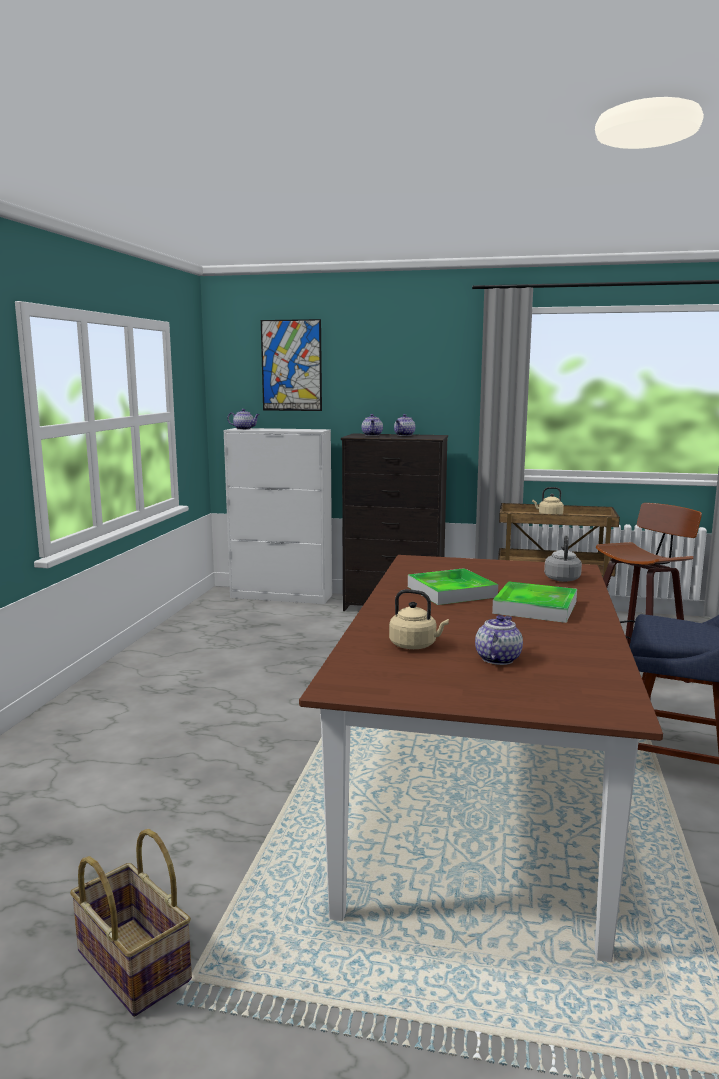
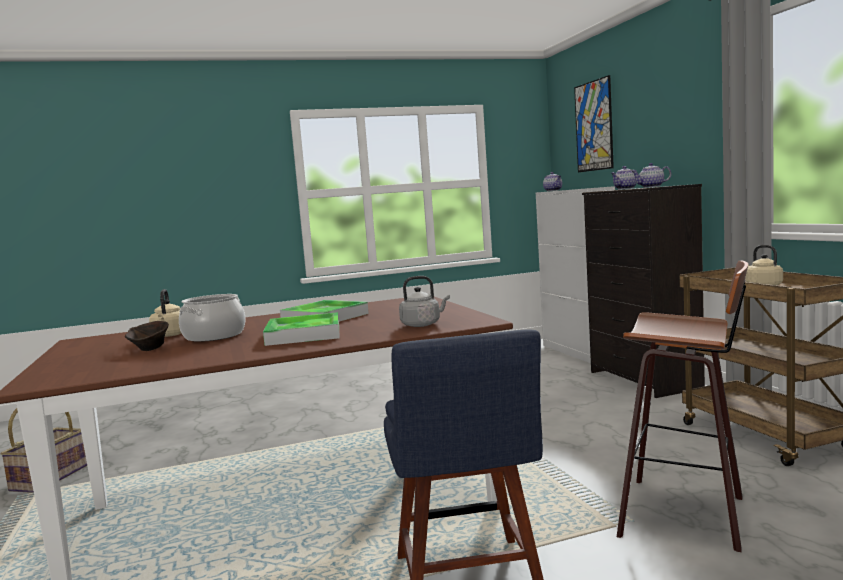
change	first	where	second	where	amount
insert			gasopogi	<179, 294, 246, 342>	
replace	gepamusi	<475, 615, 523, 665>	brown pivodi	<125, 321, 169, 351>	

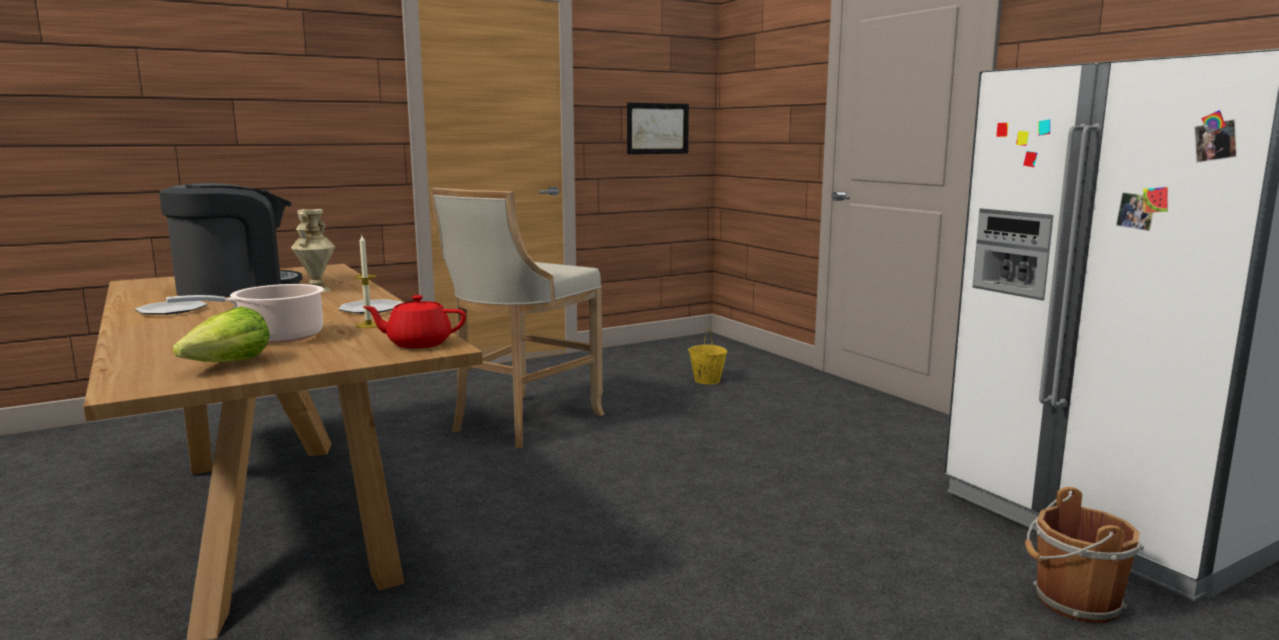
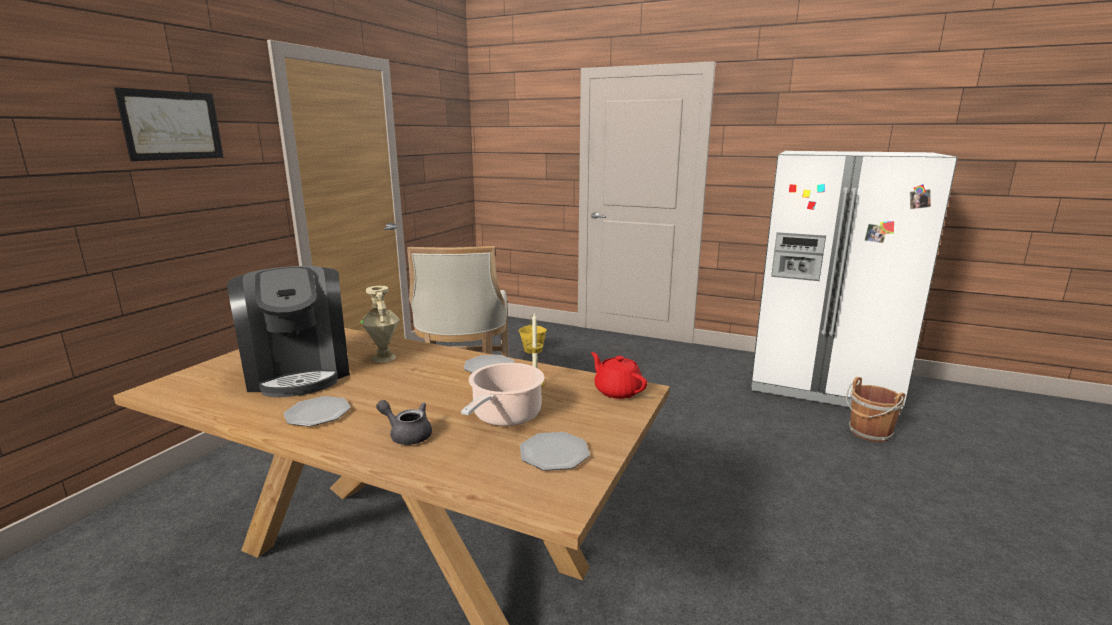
change	first	where	second	where	amount
insert			grey gepamusi	<376, 400, 432, 445>	
move	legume	<627, 103, 689, 154>		<114, 87, 224, 161>	
replace	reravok	<172, 307, 270, 362>	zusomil	<520, 432, 590, 471>	
rotate	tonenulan	<159, 183, 303, 297>		<227, 266, 350, 397>	135 degrees clockwise
rotate	red gepamusi	<363, 295, 466, 348>		<591, 352, 647, 399>	90 degrees clockwise

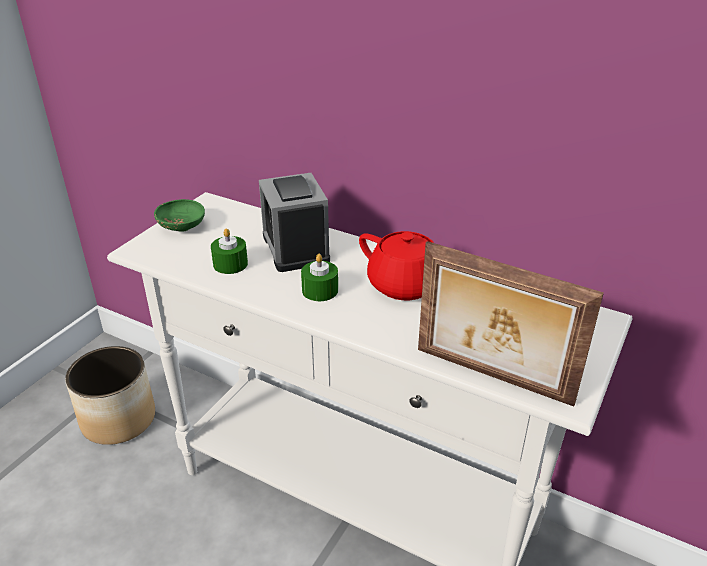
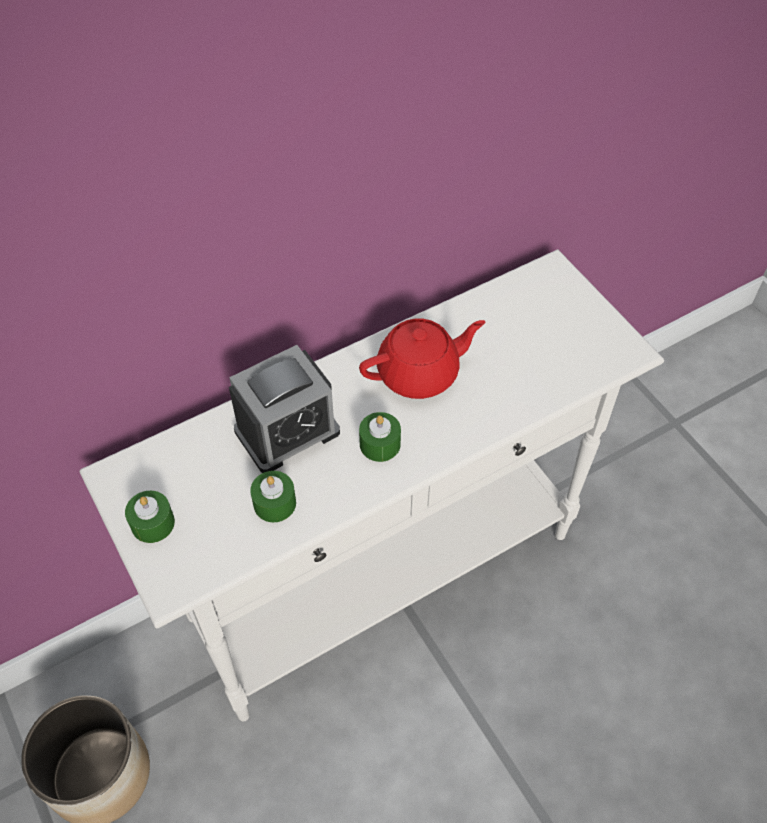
change	first	where	second	where	amount
delete	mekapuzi	<418, 241, 604, 407>			
replace	green pivodi	<154, 199, 205, 232>	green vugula	<125, 491, 175, 543>	
rotate	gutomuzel	<259, 173, 330, 272>		<229, 345, 340, 473>	45 degrees counterclockwise

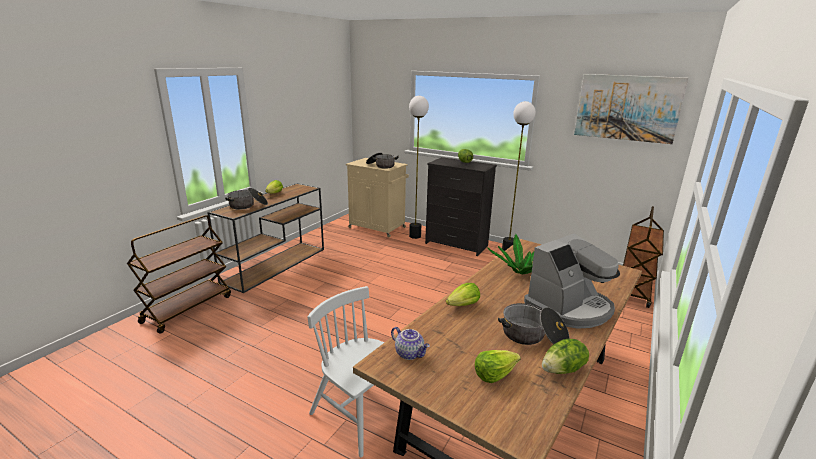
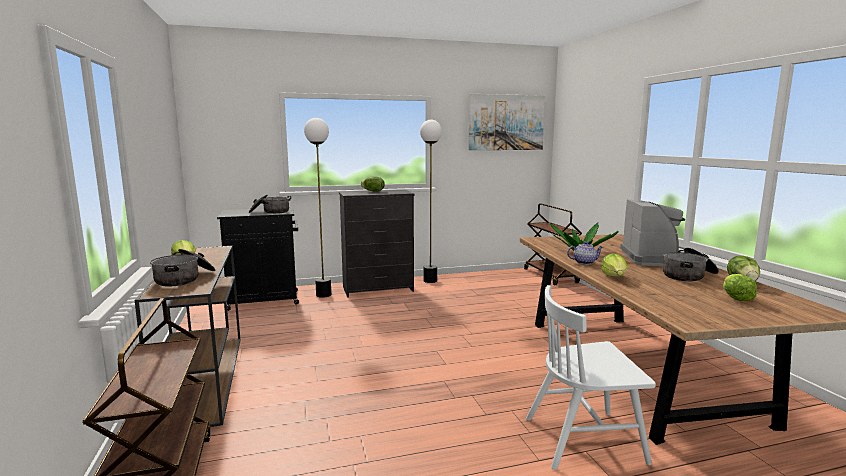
change	first	where	second	where	amount
move	gepamusi	<391, 327, 430, 360>		<567, 241, 603, 265>	
recolor	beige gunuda	<346, 158, 409, 237>	black gunuda	<217, 207, 299, 311>	

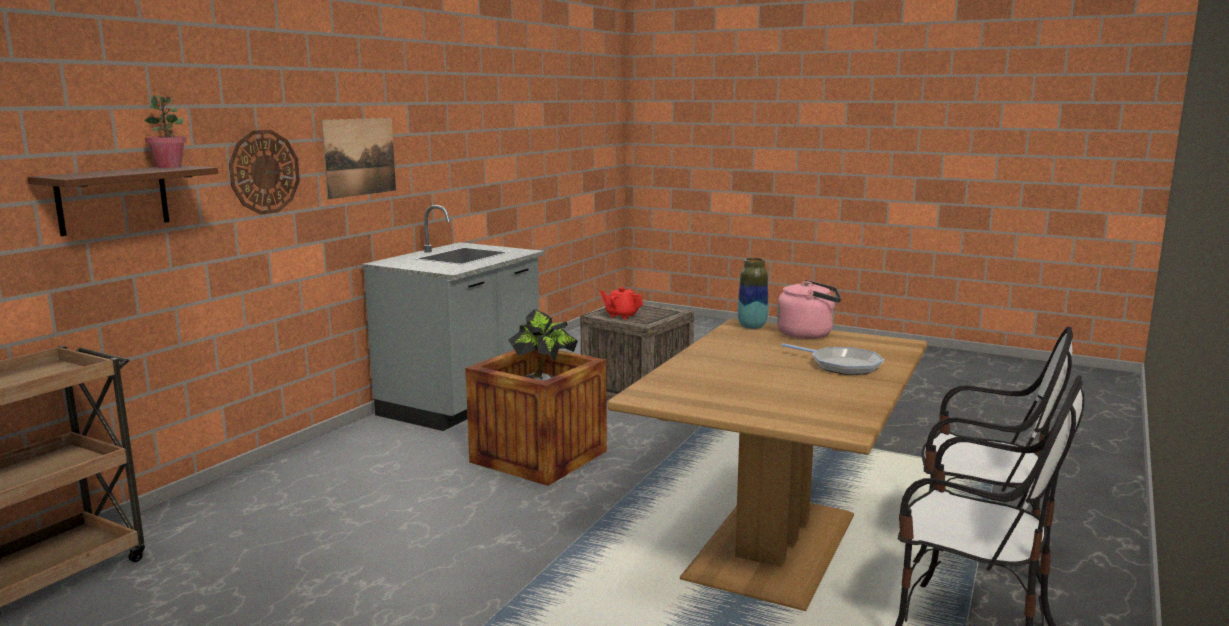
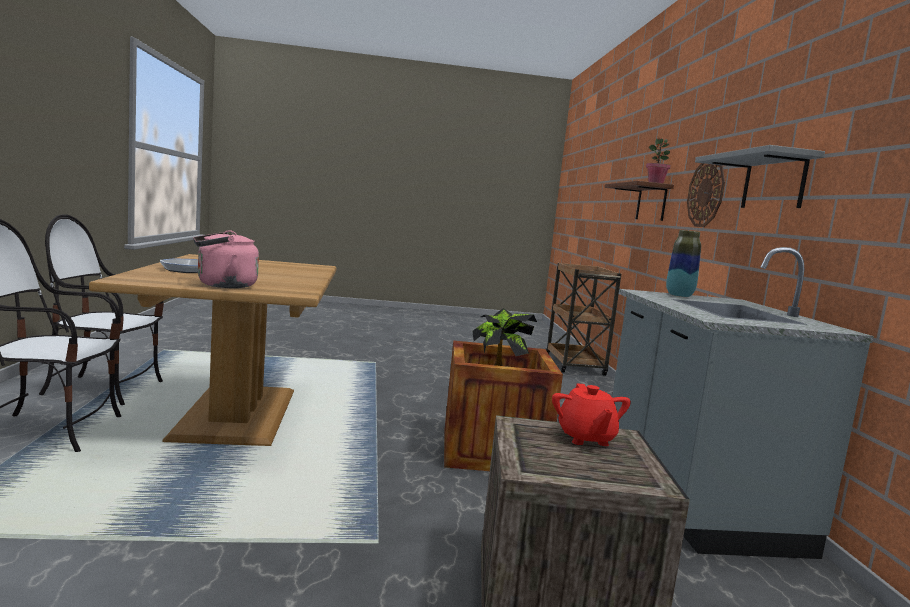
change	first	where	second	where	amount
move	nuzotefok	<737, 258, 768, 329>		<666, 230, 701, 297>	
replace	legume	<321, 118, 396, 199>	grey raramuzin	<695, 145, 825, 208>	
rotate	red gepamusi	<600, 287, 643, 319>		<552, 383, 631, 446>	90 degrees clockwise

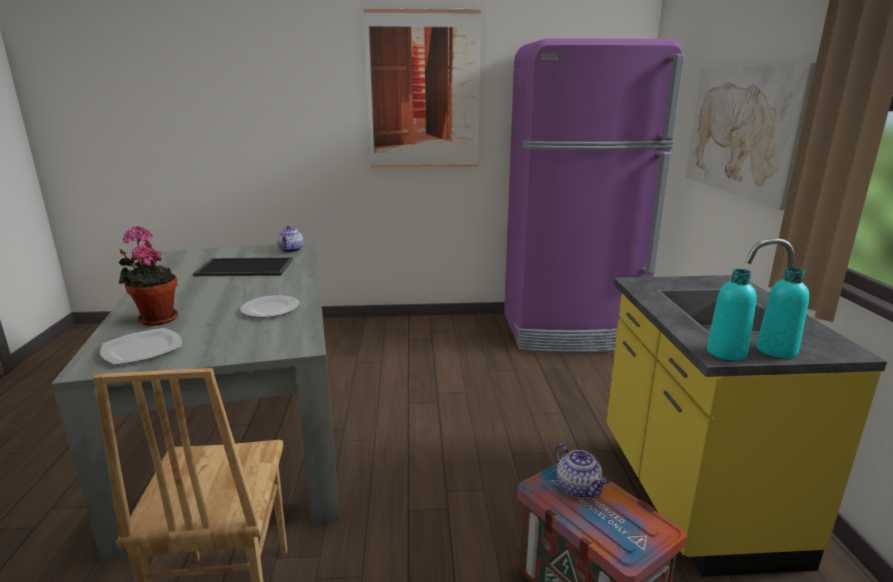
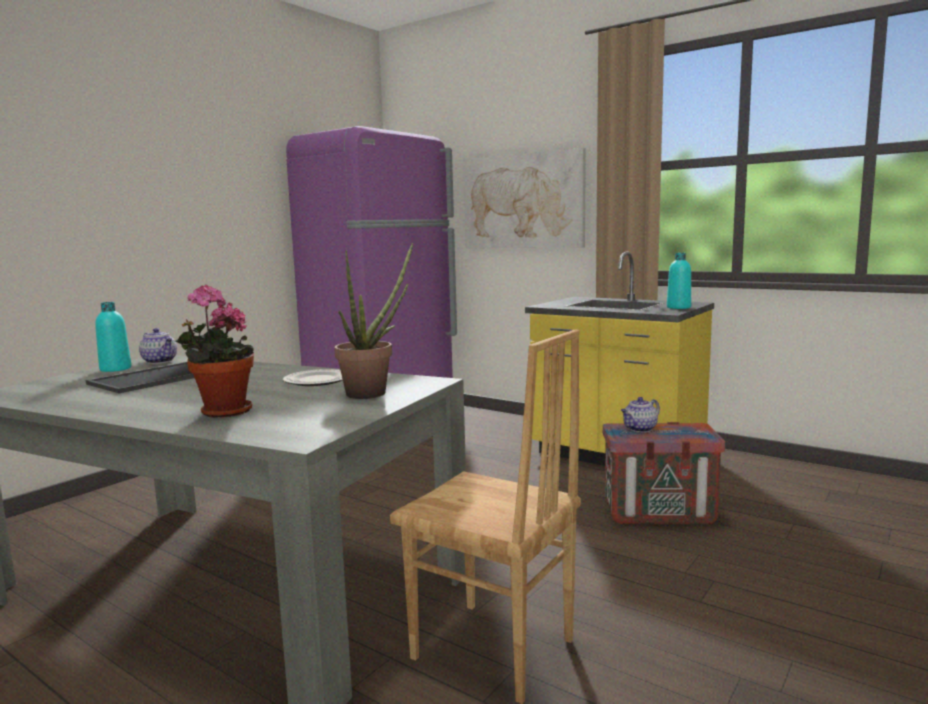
change	first	where	second	where	amount
delete	zusomil	<100, 328, 182, 365>			
delete	legume	<364, 8, 481, 168>			
insert			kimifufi	<334, 243, 413, 399>	
move	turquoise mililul	<707, 269, 757, 361>		<95, 302, 131, 372>	
rotate	gepamusi	<555, 444, 609, 498>		<621, 397, 660, 432>	135 degrees clockwise

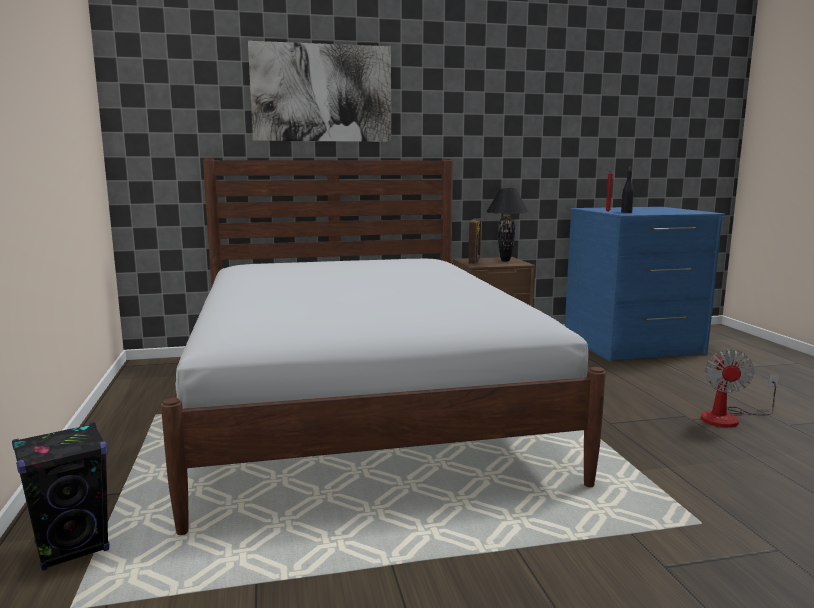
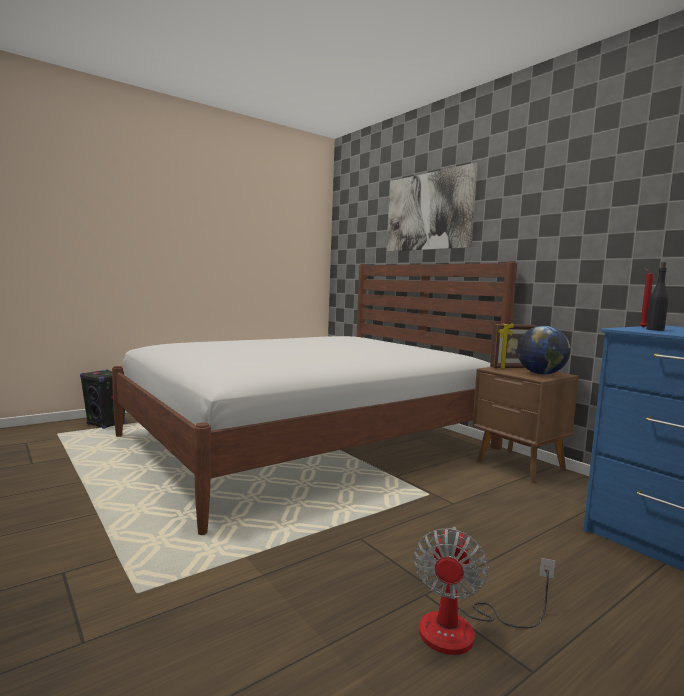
change	first	where	second	where	amount
replace	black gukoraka	<486, 188, 528, 262>	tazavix	<517, 326, 570, 375>	
rotate	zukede	<701, 349, 779, 428>		<413, 527, 555, 655>	60 degrees counterclockwise

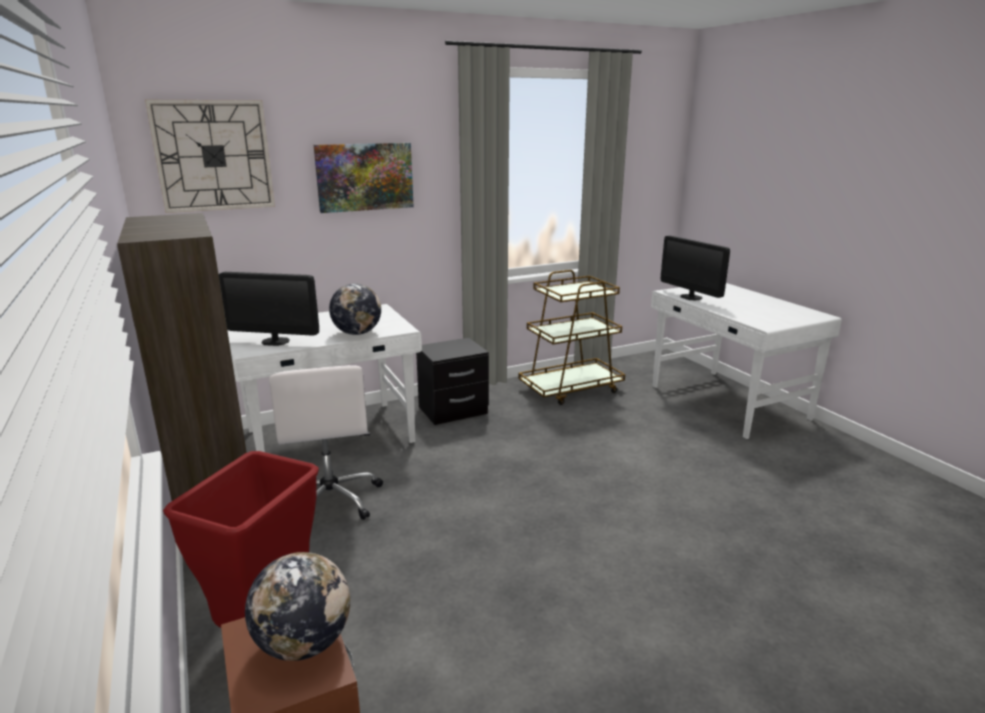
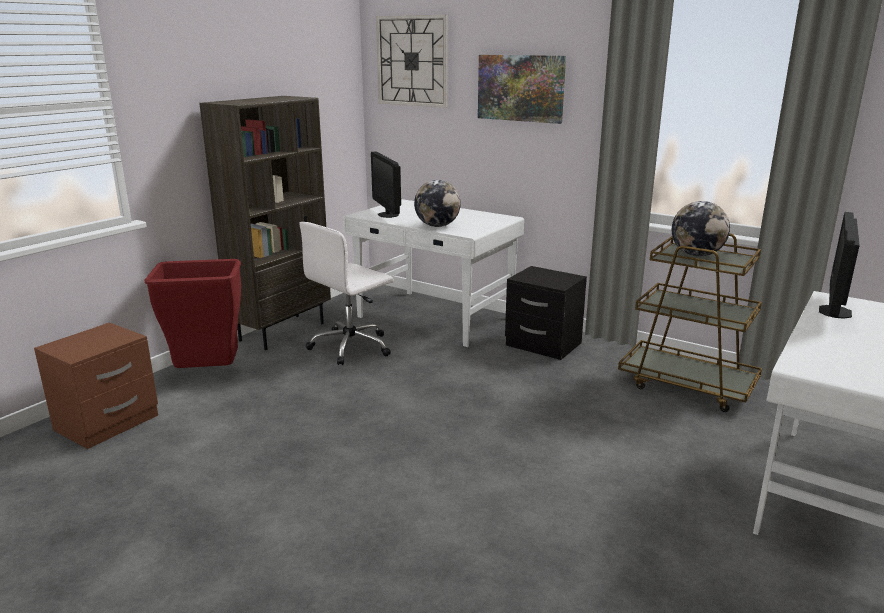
change	first	where	second	where	amount
move	tazavix	<245, 552, 350, 661>		<672, 201, 730, 257>	

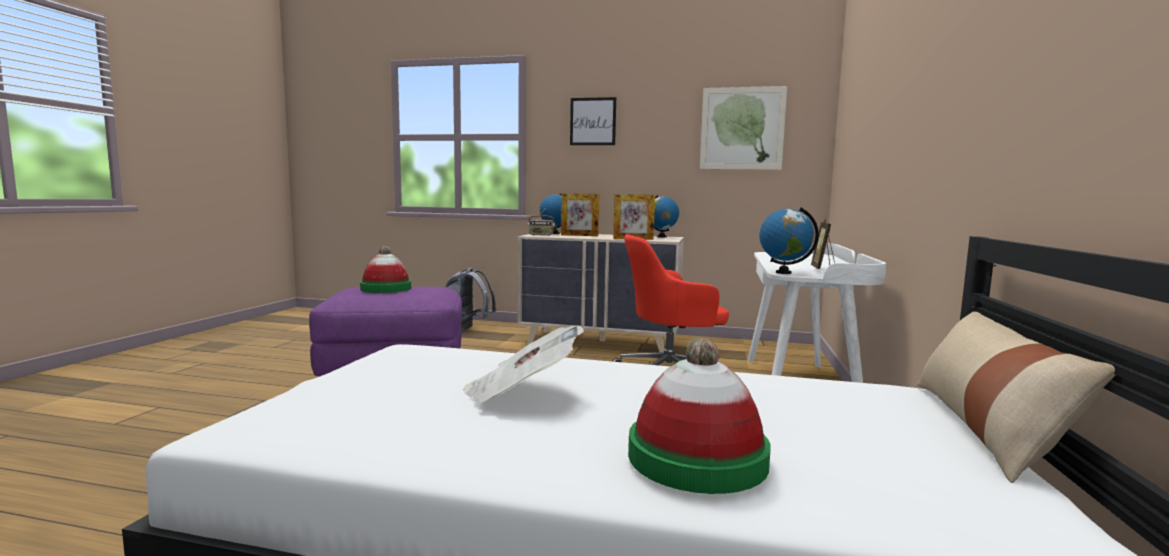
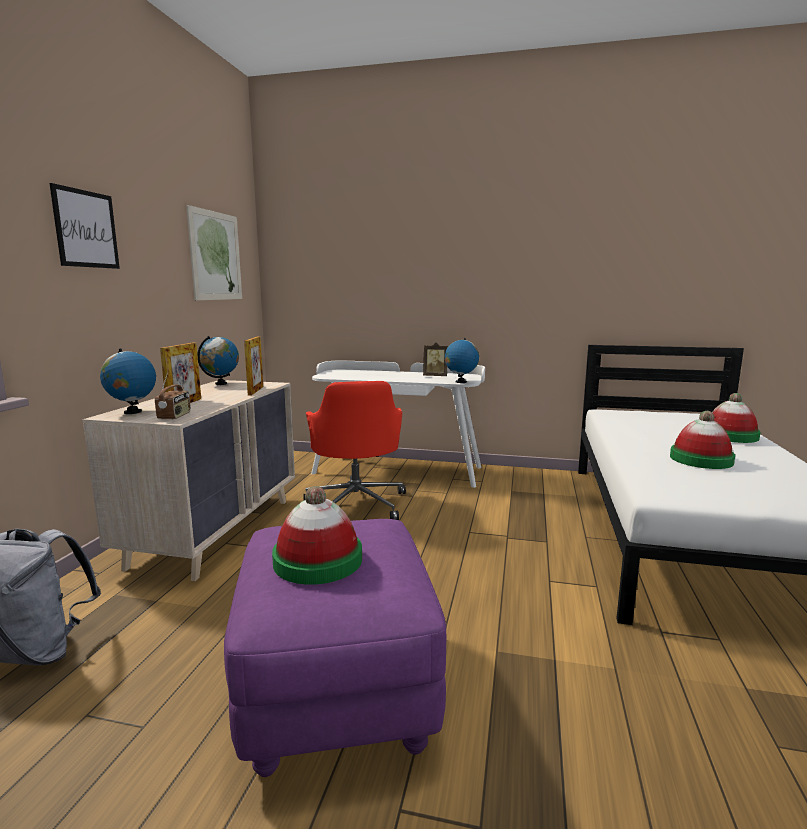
change	first	where	second	where	amount
delete	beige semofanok	<917, 312, 1115, 483>			
replace	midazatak	<463, 325, 584, 404>	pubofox	<670, 411, 735, 469>	

